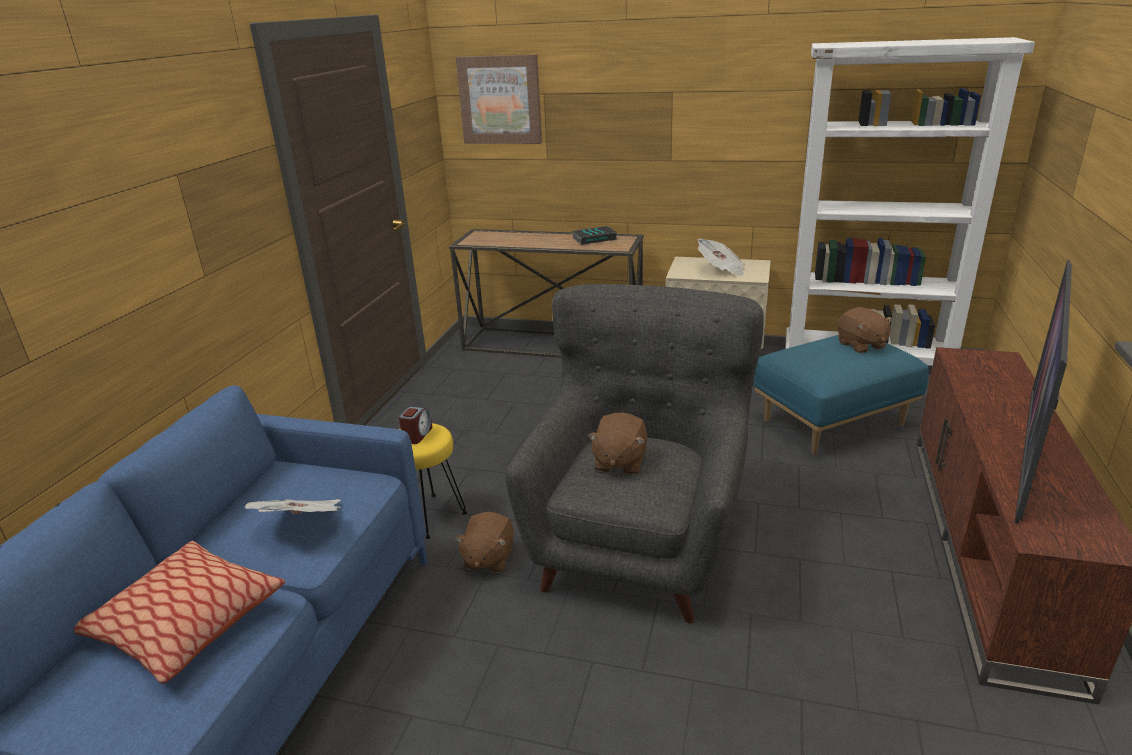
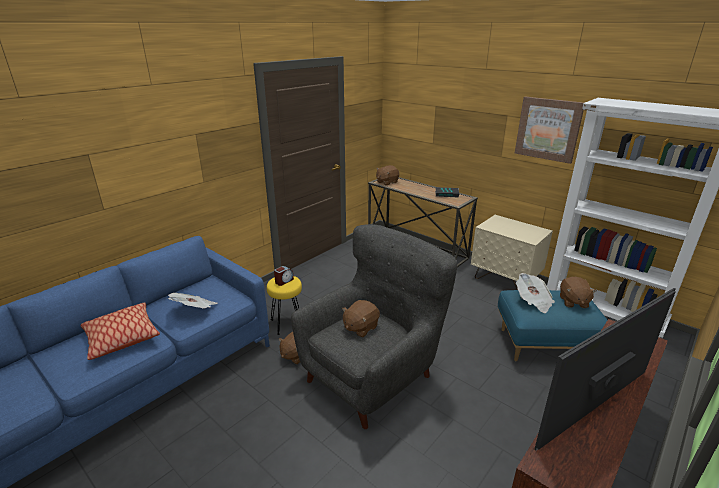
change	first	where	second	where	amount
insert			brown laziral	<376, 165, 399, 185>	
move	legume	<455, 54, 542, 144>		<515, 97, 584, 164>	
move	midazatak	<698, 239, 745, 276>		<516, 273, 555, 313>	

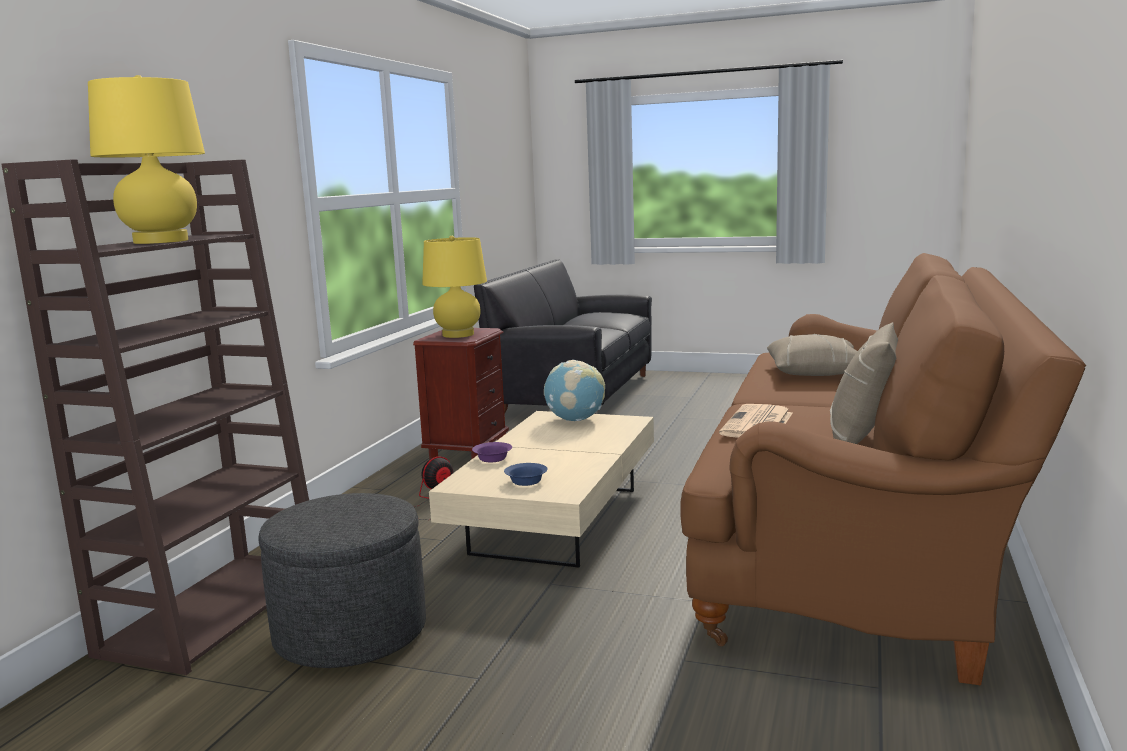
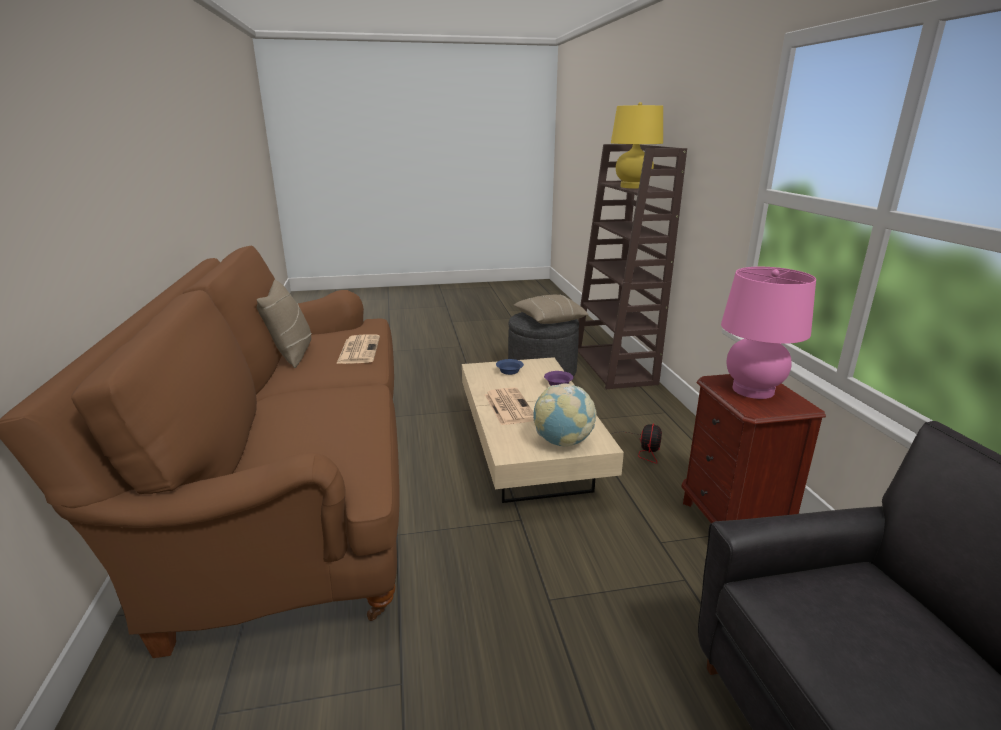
change	first	where	second	where	amount
insert			midazatak	<485, 387, 534, 425>	
move	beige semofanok	<767, 334, 857, 376>		<514, 295, 589, 324>	
recolor	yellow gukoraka	<422, 236, 487, 338>	pink gukoraka	<721, 267, 816, 399>	

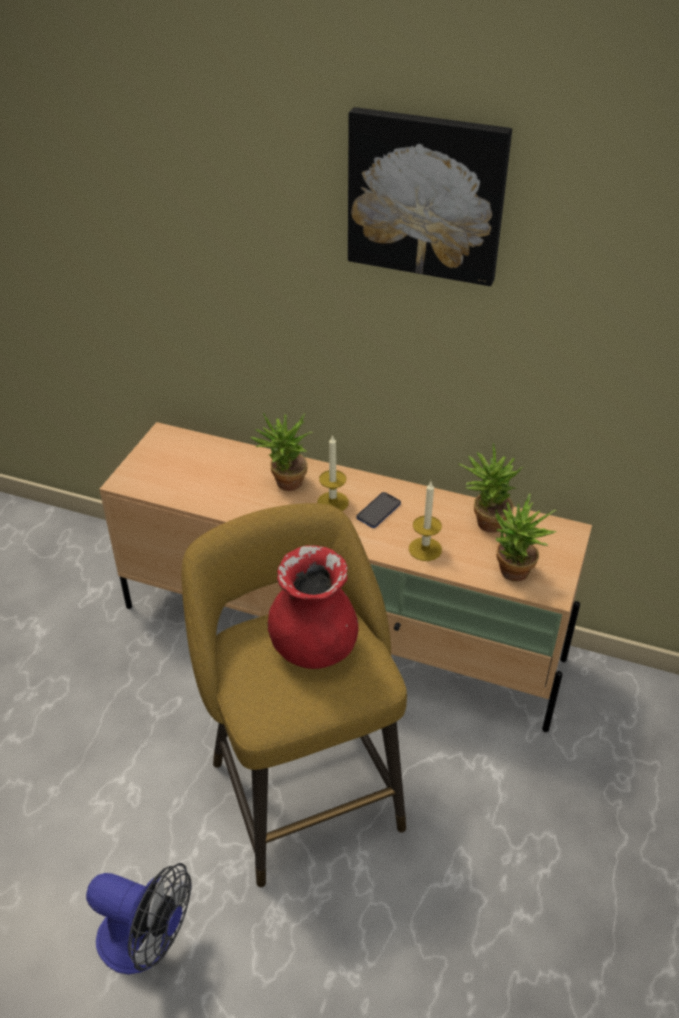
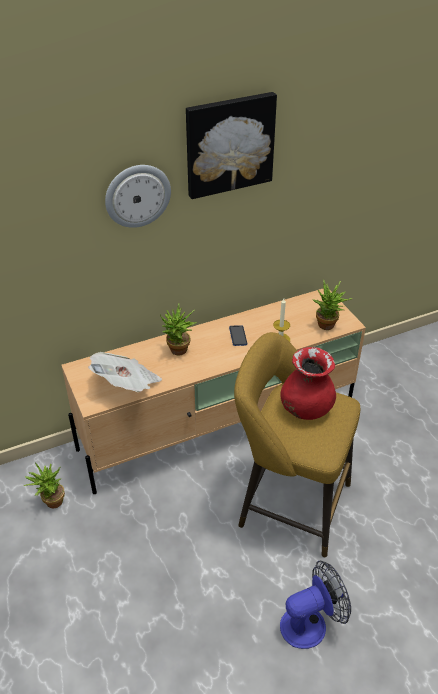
change	first	where	second	where	amount
delete	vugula	<317, 434, 349, 511>			
insert			midazatak	<88, 352, 162, 392>	
insert			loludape	<105, 165, 171, 228>	
move	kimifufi	<458, 443, 523, 533>		<24, 463, 65, 508>	

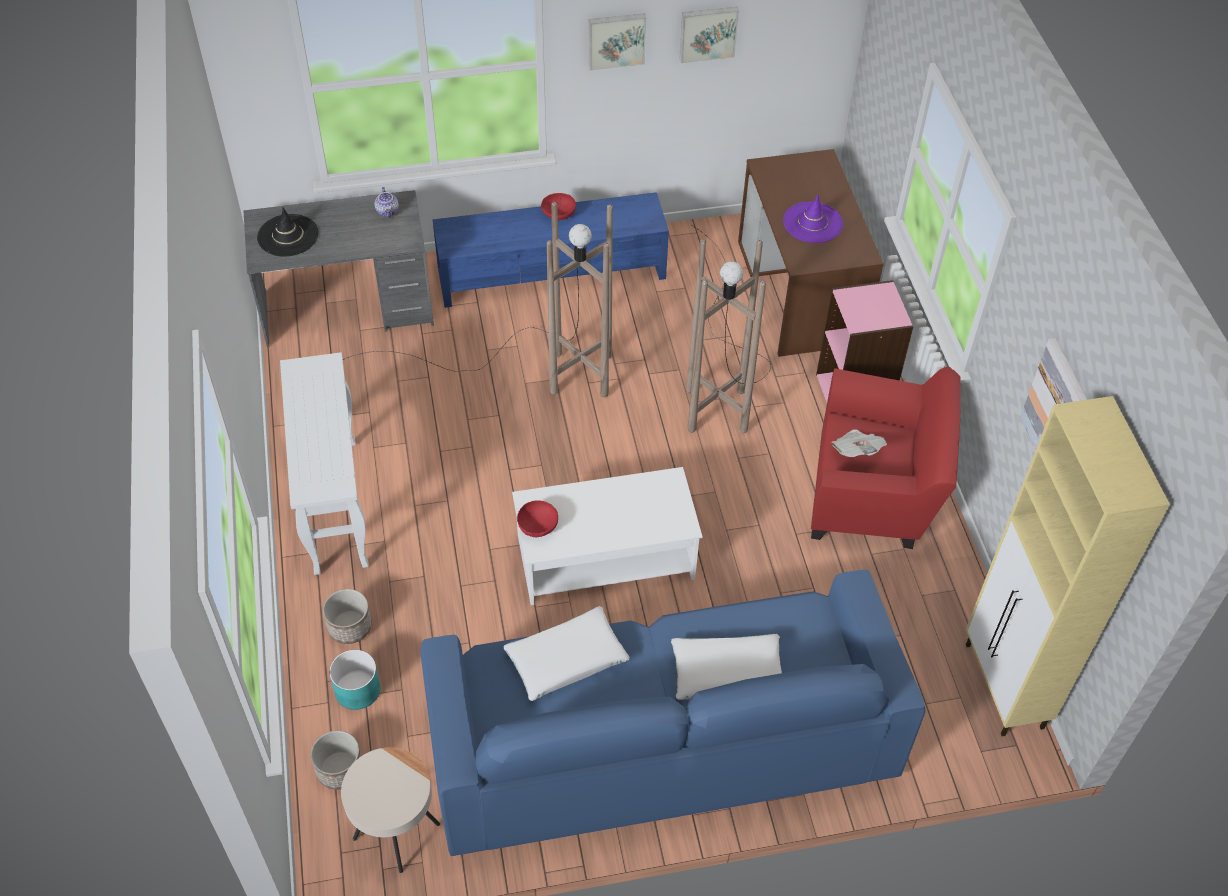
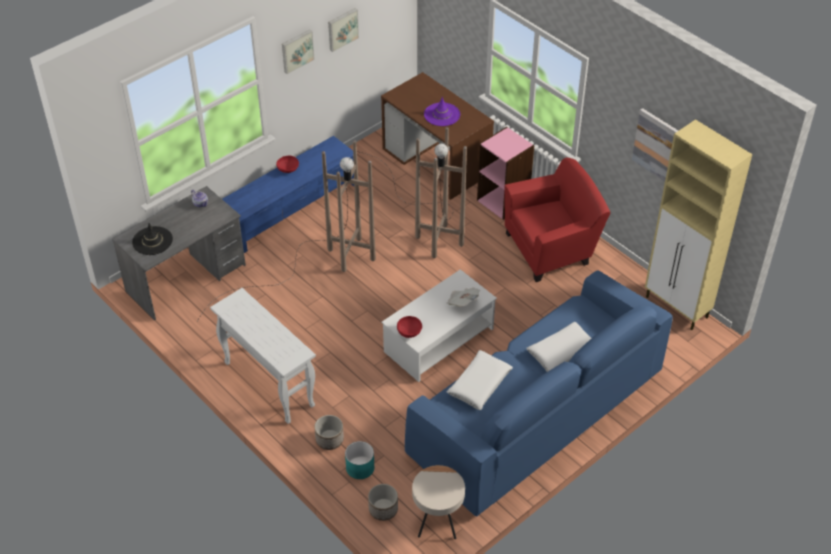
change	first	where	second	where	amount
move	midazatak	<831, 429, 887, 457>		<446, 288, 480, 307>	

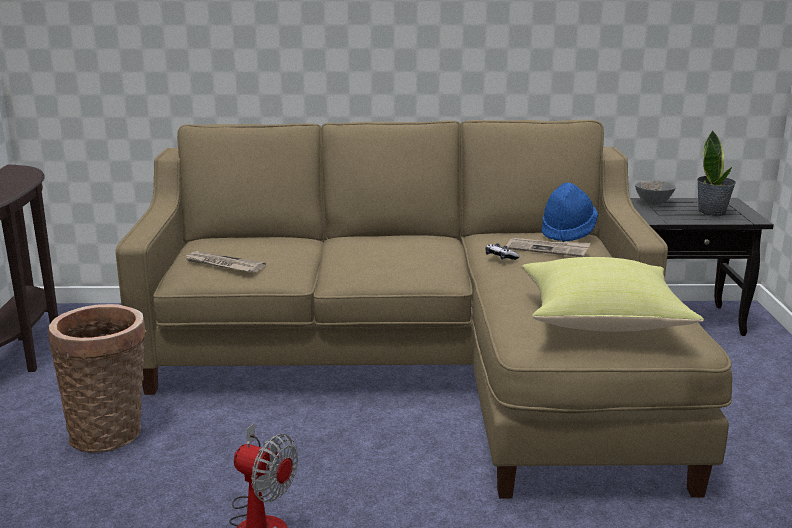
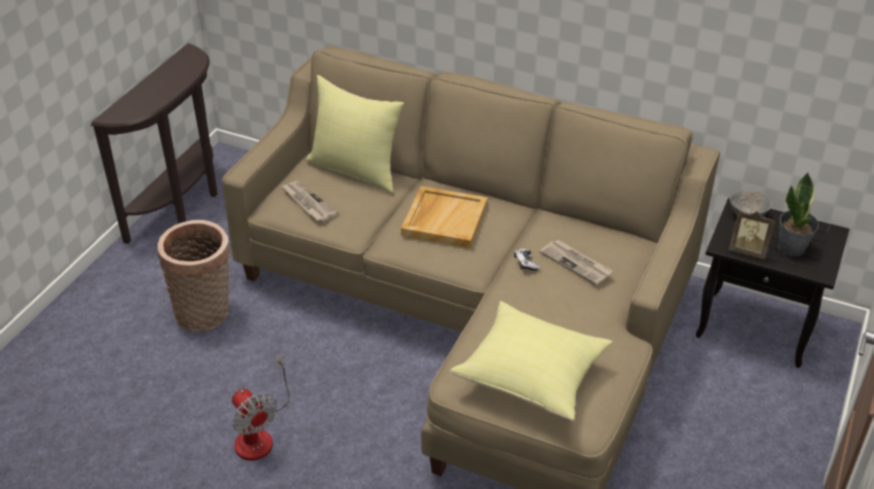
change	first	where	second	where	amount
delete	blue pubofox	<542, 182, 598, 242>			
insert			yellow semofanok	<305, 75, 404, 193>	
insert			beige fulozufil	<401, 186, 488, 248>	
insert			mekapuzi	<729, 211, 775, 259>	

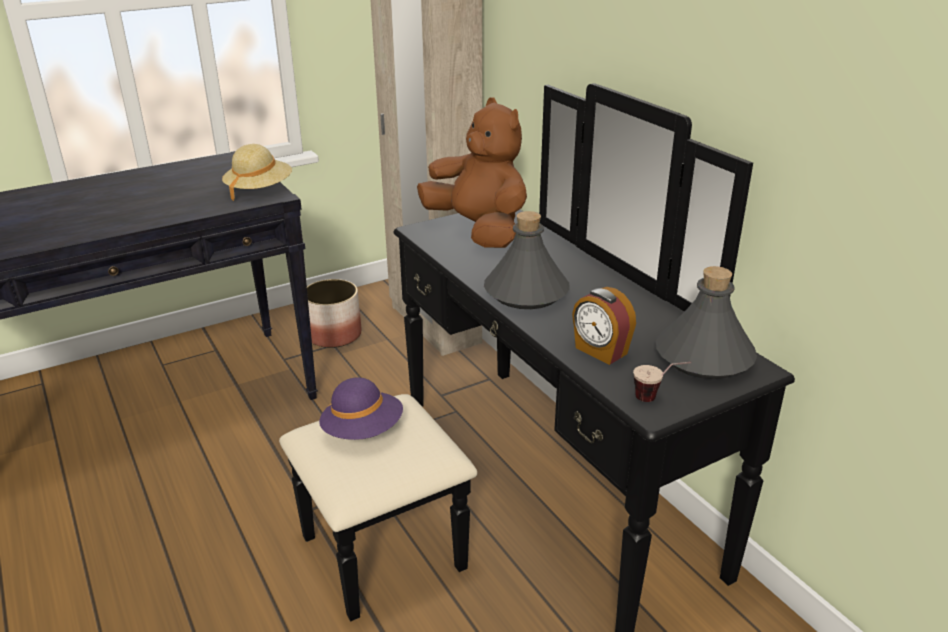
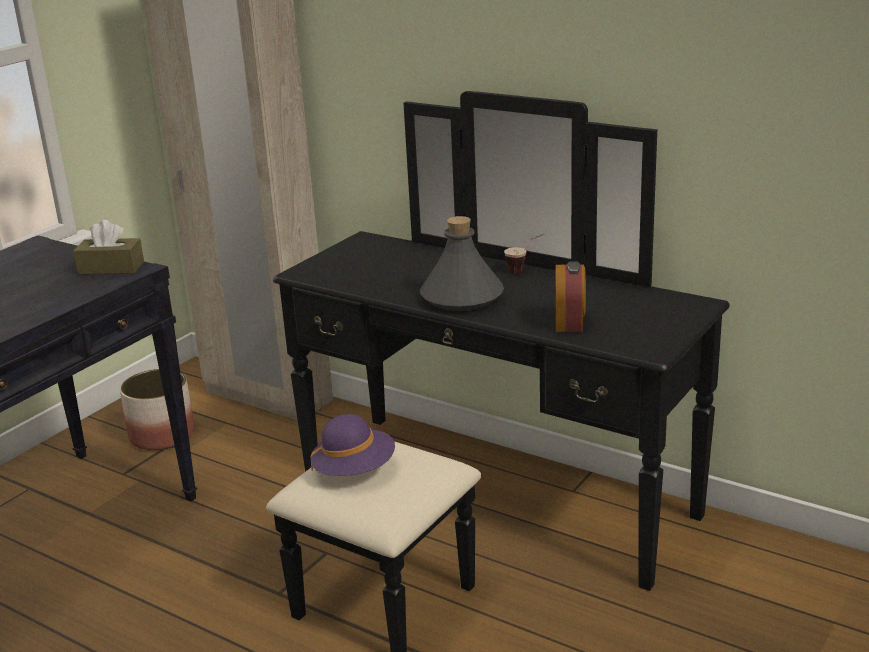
change	first	where	second	where	amount
delete	brown laziral	<417, 97, 527, 248>			
delete	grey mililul	<656, 266, 757, 379>			
move	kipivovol	<633, 362, 691, 402>		<504, 234, 544, 274>	
replace	beige pubofox	<222, 144, 292, 201>	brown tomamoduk	<73, 220, 144, 275>	
rotate	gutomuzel	<572, 287, 636, 365>		<556, 262, 586, 332>	105 degrees counterclockwise

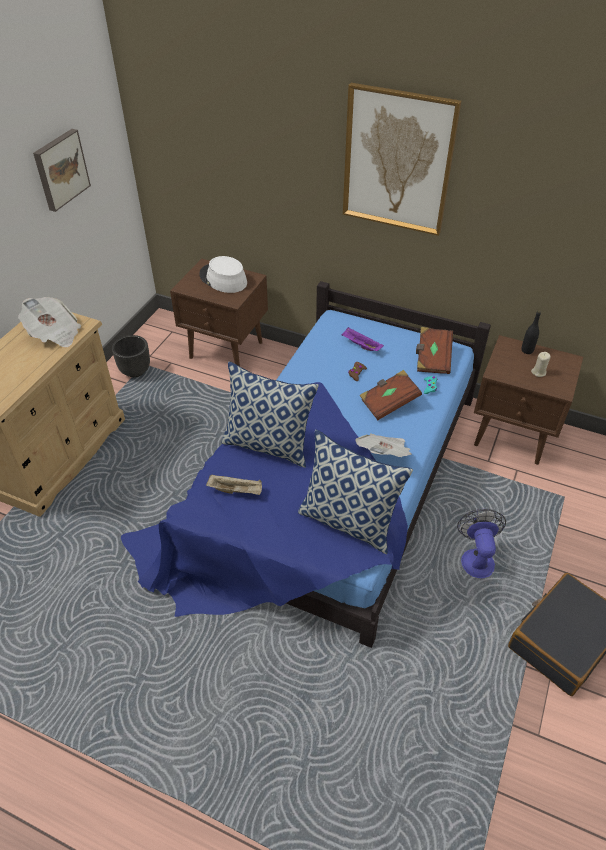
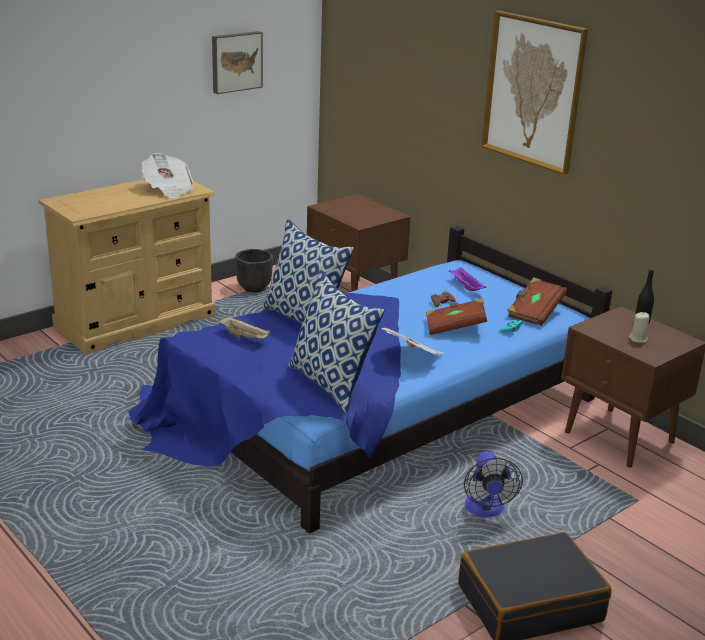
change	first	where	second	where	amount
delete	white pubofox	<199, 256, 247, 293>			
rotate	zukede	<457, 509, 506, 578>		<464, 451, 523, 518>	150 degrees clockwise

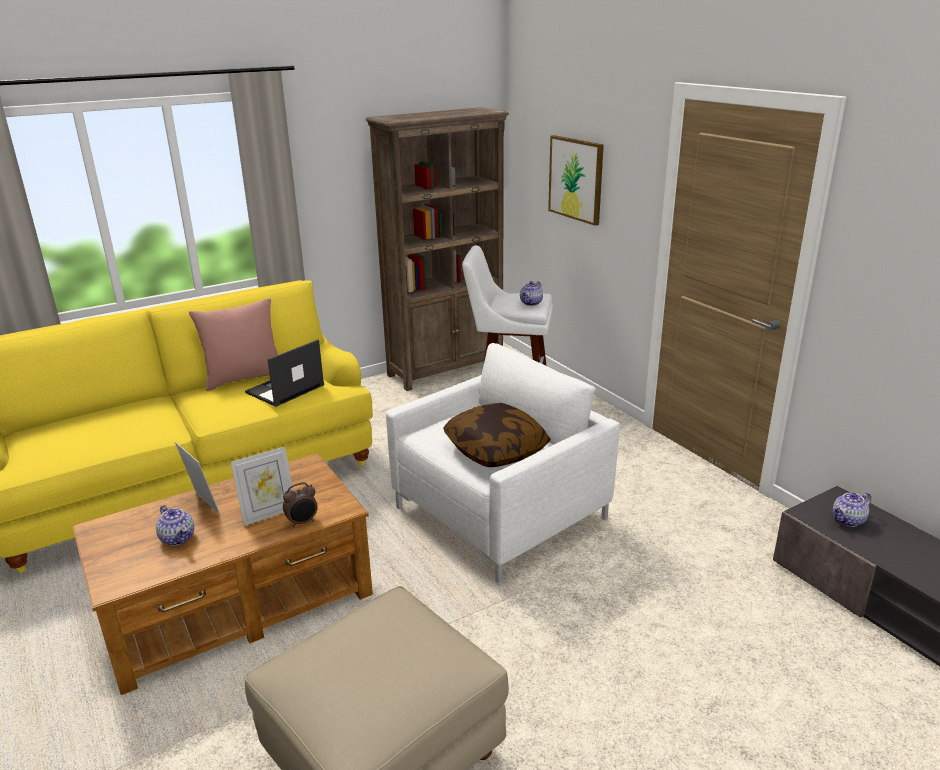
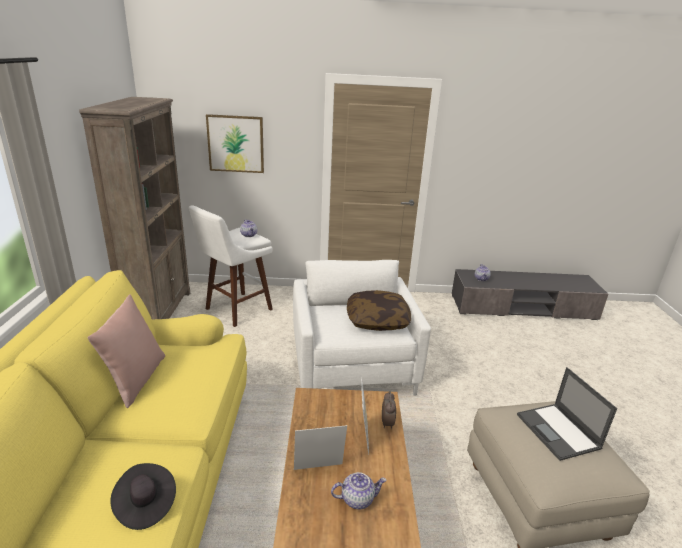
change	first	where	second	where	amount
insert			black pubofox	<110, 463, 176, 530>	
move	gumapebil	<245, 339, 324, 407>		<517, 367, 617, 461>	

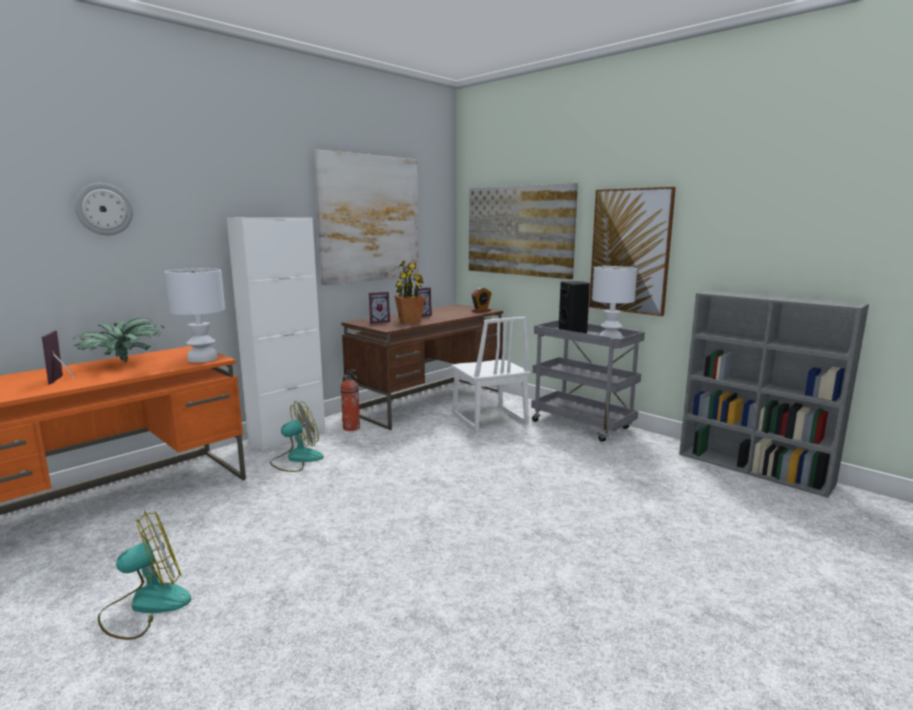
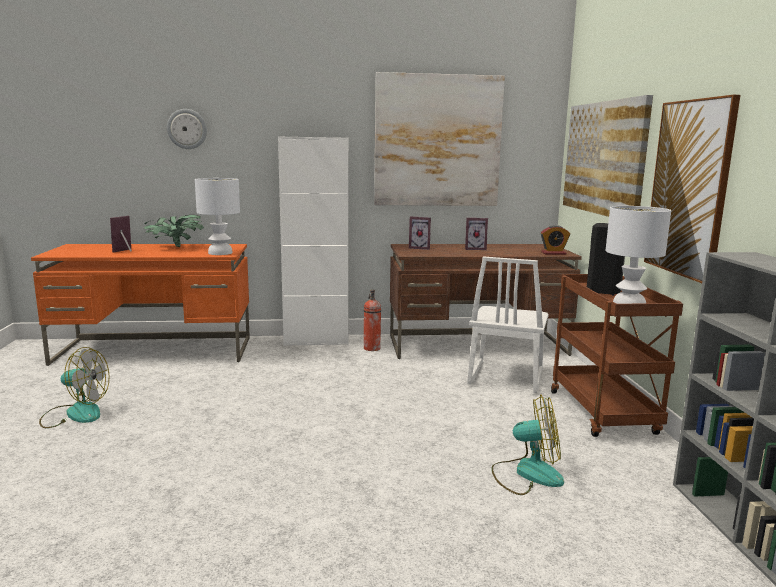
change	first	where	second	where	amount
delete	kimifufi	<395, 261, 425, 324>			
move	zukede	<270, 401, 324, 472>		<491, 394, 564, 495>	
recolor	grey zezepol	<531, 320, 645, 442>	brown zezepol	<551, 274, 683, 437>	

